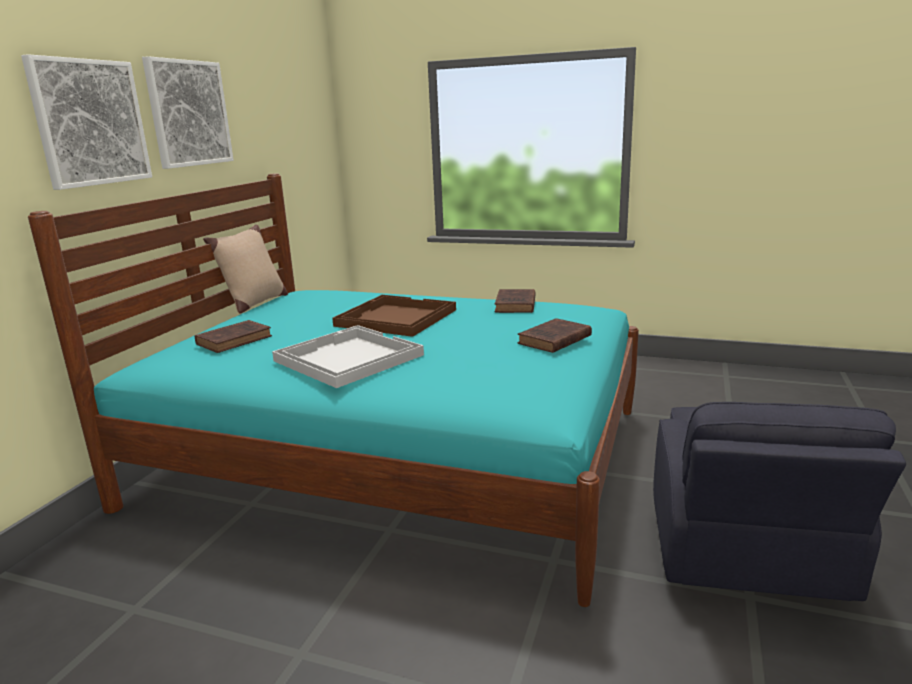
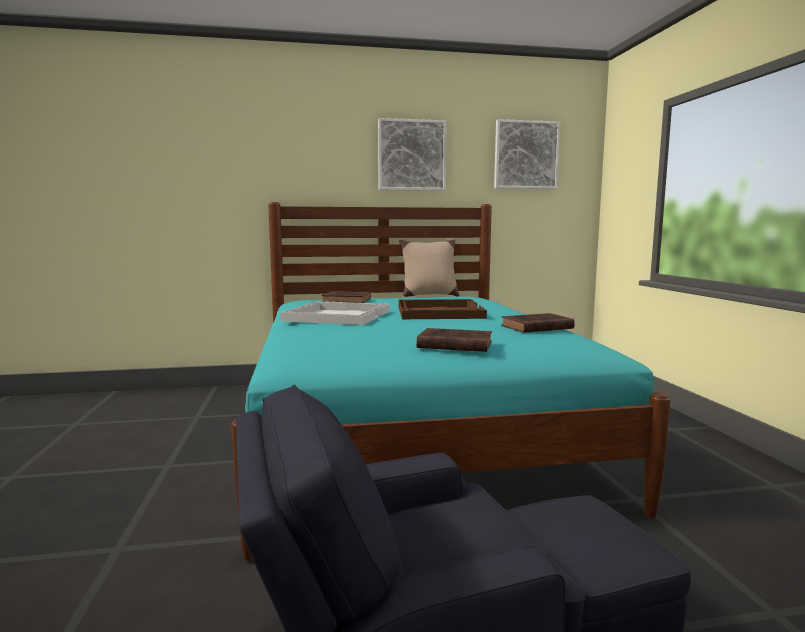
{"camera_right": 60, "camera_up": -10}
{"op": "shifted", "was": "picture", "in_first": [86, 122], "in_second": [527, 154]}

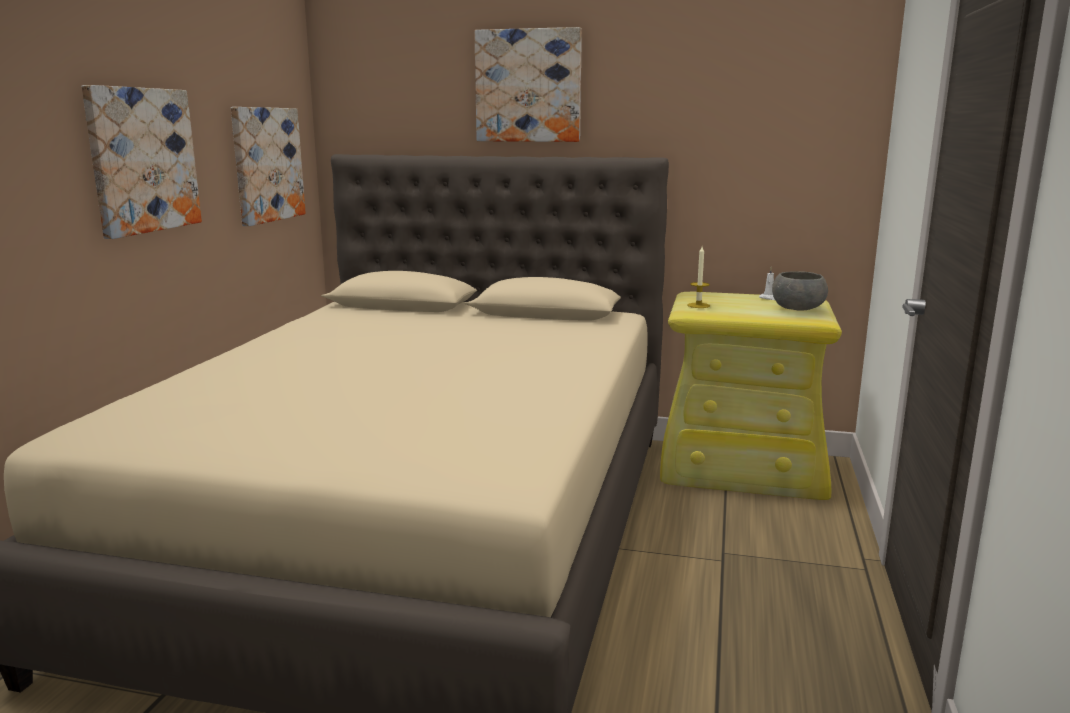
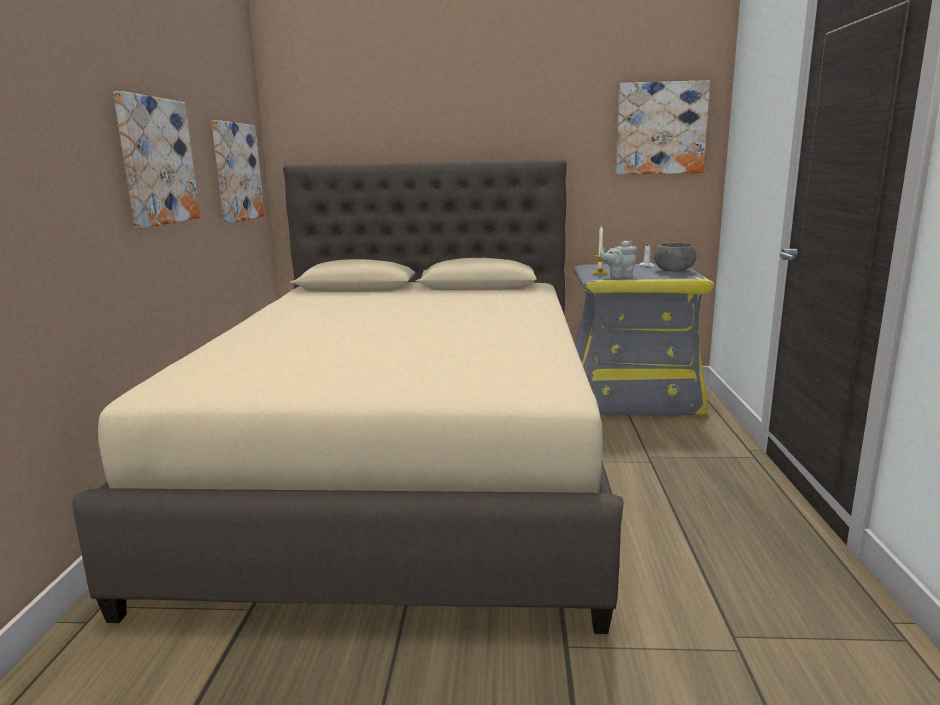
{"camera_right": -10, "camera_up": 0}
{"op": "new", "now": "teapot/grey", "in_second": [618, 259]}
{"op": "shifted", "was": "picture", "in_first": [528, 84], "in_second": [663, 127]}
{"op": "repainted", "was": "nightstand/yellow", "now": "nightstand/grey", "in_first": [751, 396], "in_second": [644, 339]}

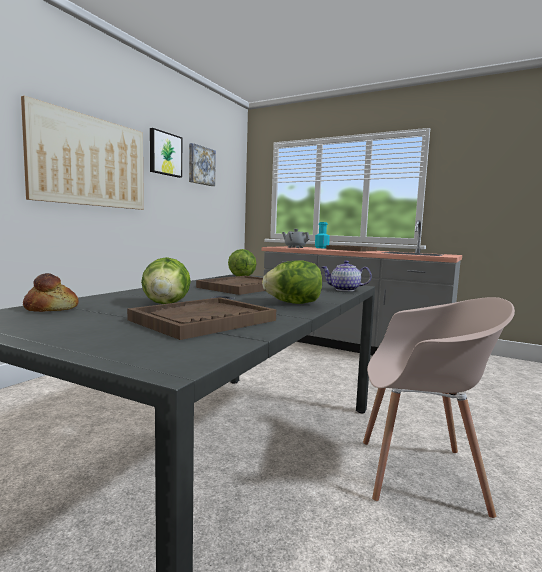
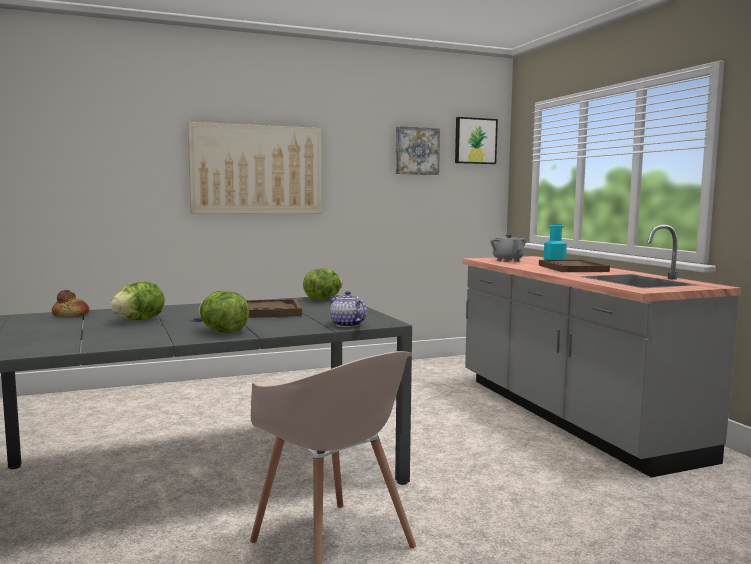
{"camera_right": 40, "camera_up": 0}
{"op": "gone", "was": "tray/brown", "in_first": [201, 318]}
{"op": "shifted", "was": "picture", "in_first": [166, 153], "in_second": [476, 140]}

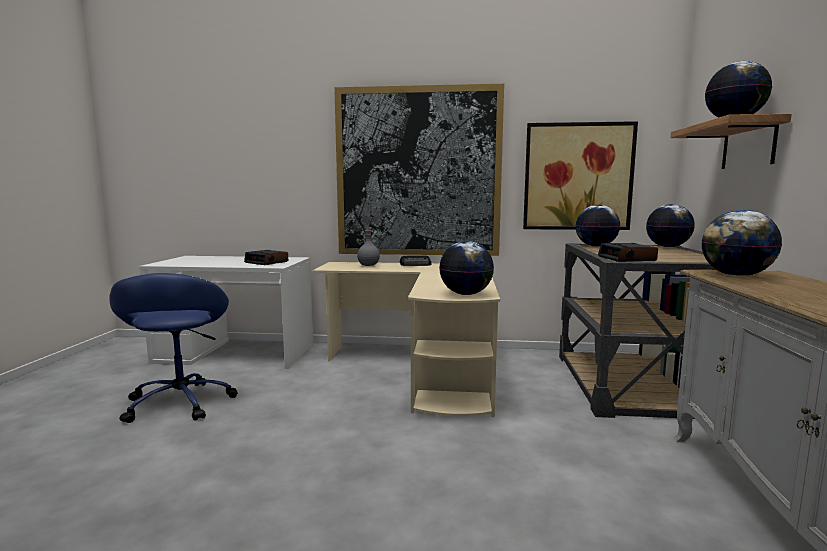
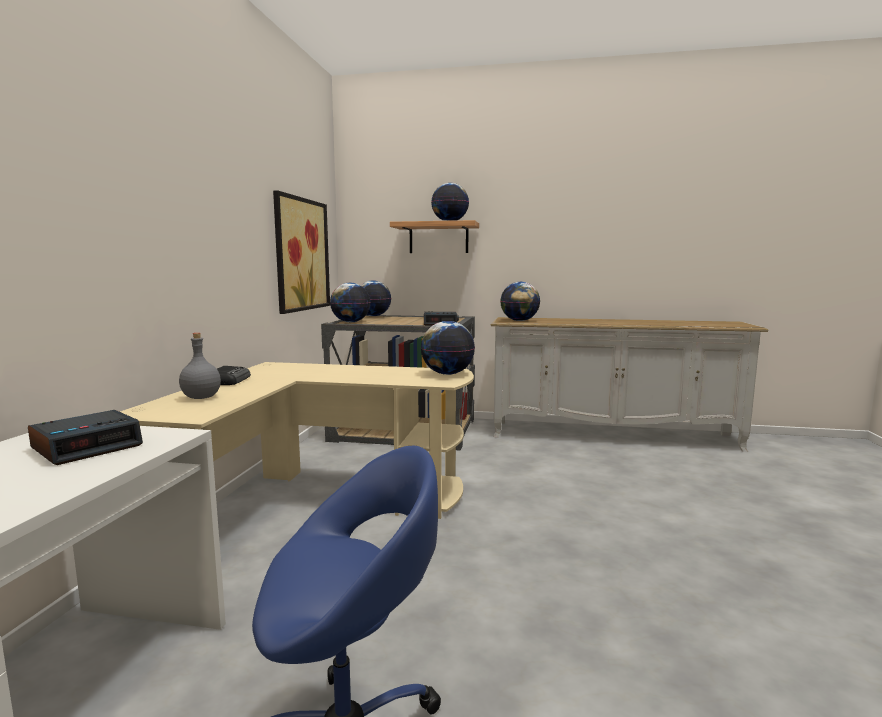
{"camera_right": -85, "camera_up": 0}
{"op": "gone", "was": "picture", "in_first": [419, 170]}

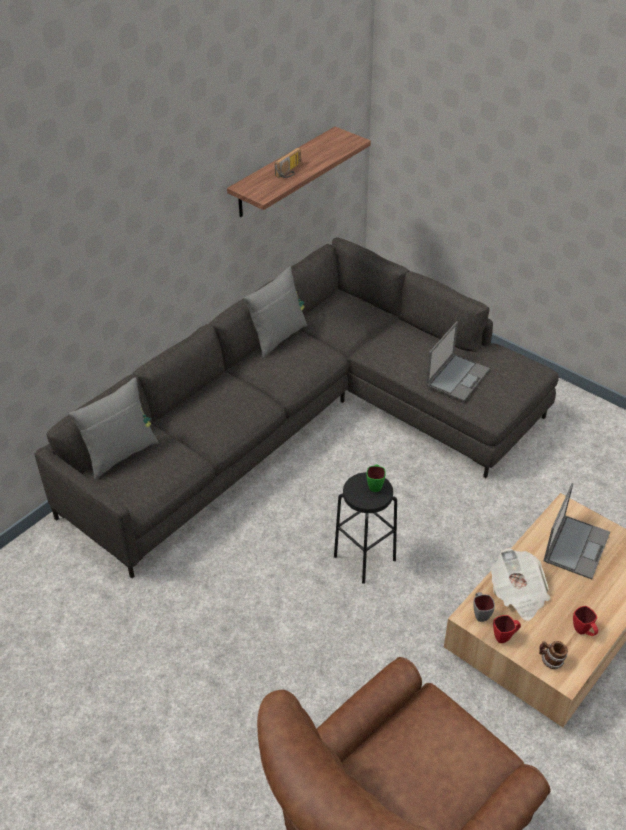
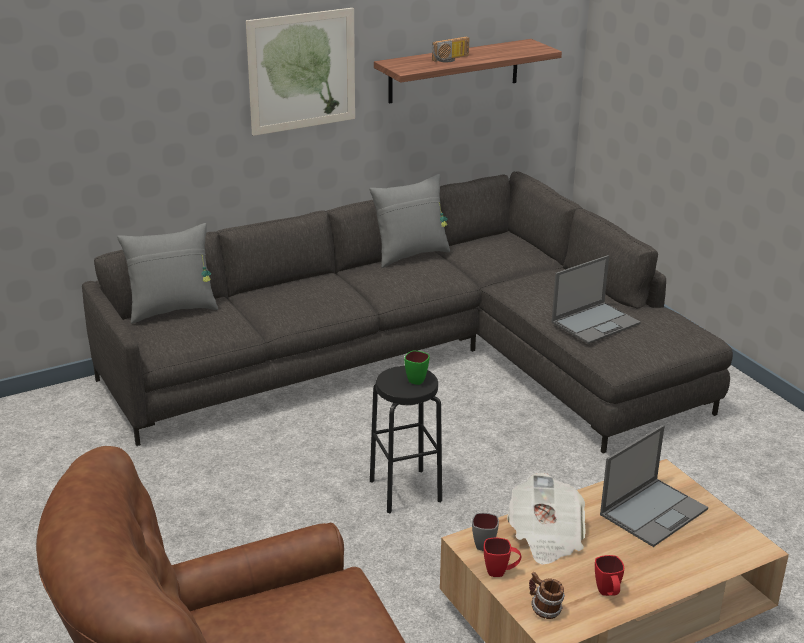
{"camera_right": 20, "camera_up": -15}
{"op": "new", "now": "picture", "in_second": [300, 72]}

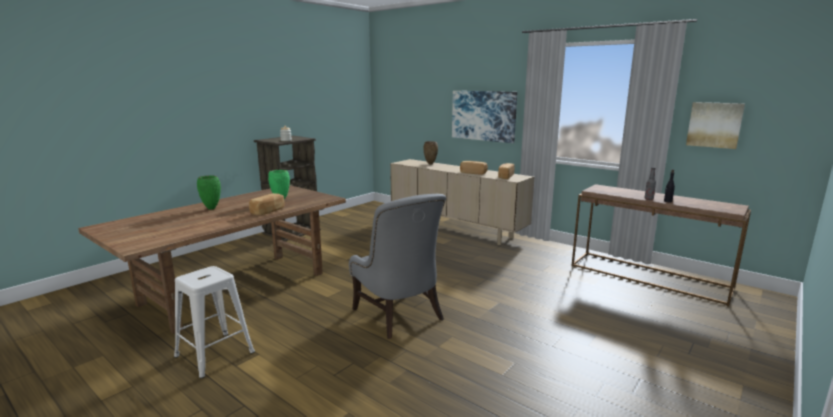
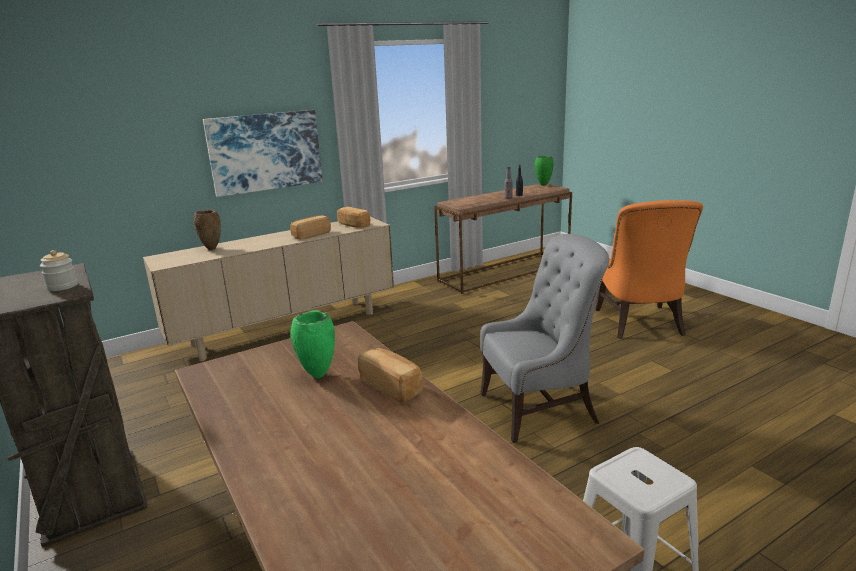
{"camera_right": -70, "camera_up": 5}
{"op": "gone", "was": "picture", "in_first": [715, 125]}
{"op": "new", "now": "chair/orange", "in_second": [649, 269]}
{"op": "shifted", "was": "vase/green", "in_first": [209, 193], "in_second": [544, 171]}

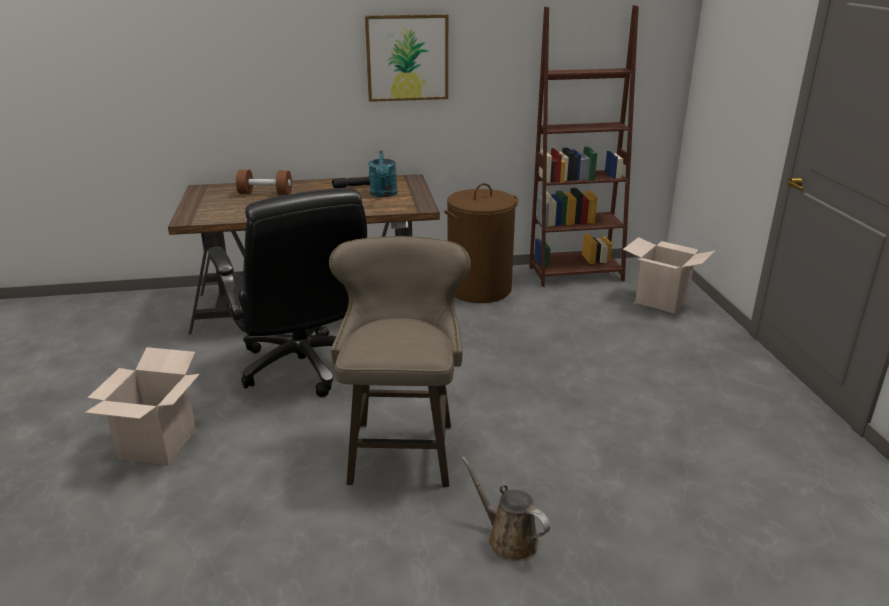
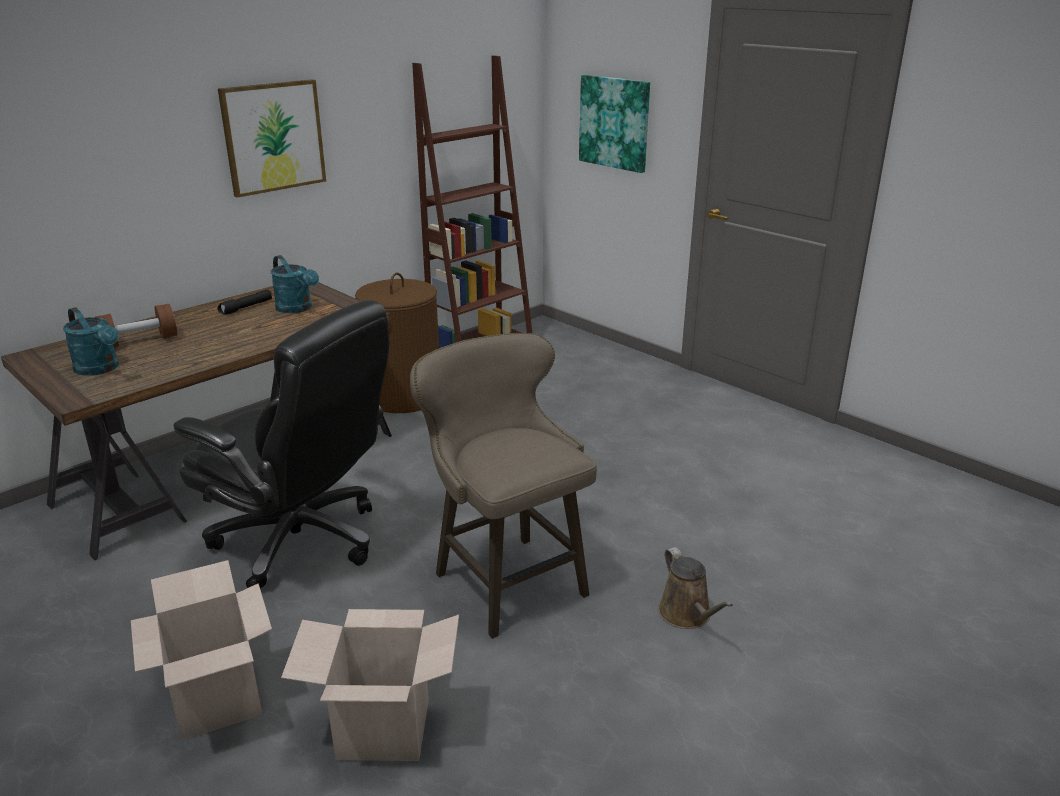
{"camera_right": -35, "camera_up": 0}
{"op": "new", "now": "watering can/turquoise", "in_second": [91, 341]}
{"op": "new", "now": "picture", "in_second": [614, 124]}
{"op": "shifted", "was": "cardboard box", "in_first": [669, 275], "in_second": [370, 685]}
{"op": "rotated", "was": "watering can/brown", "in_first": [505, 508], "in_second": [695, 588], "clockwise": -120}

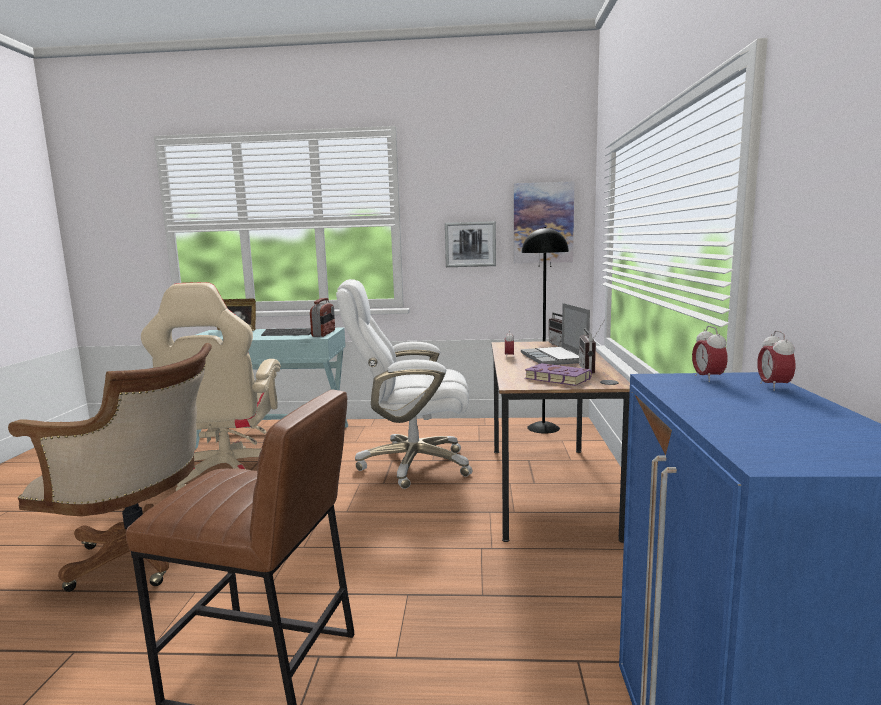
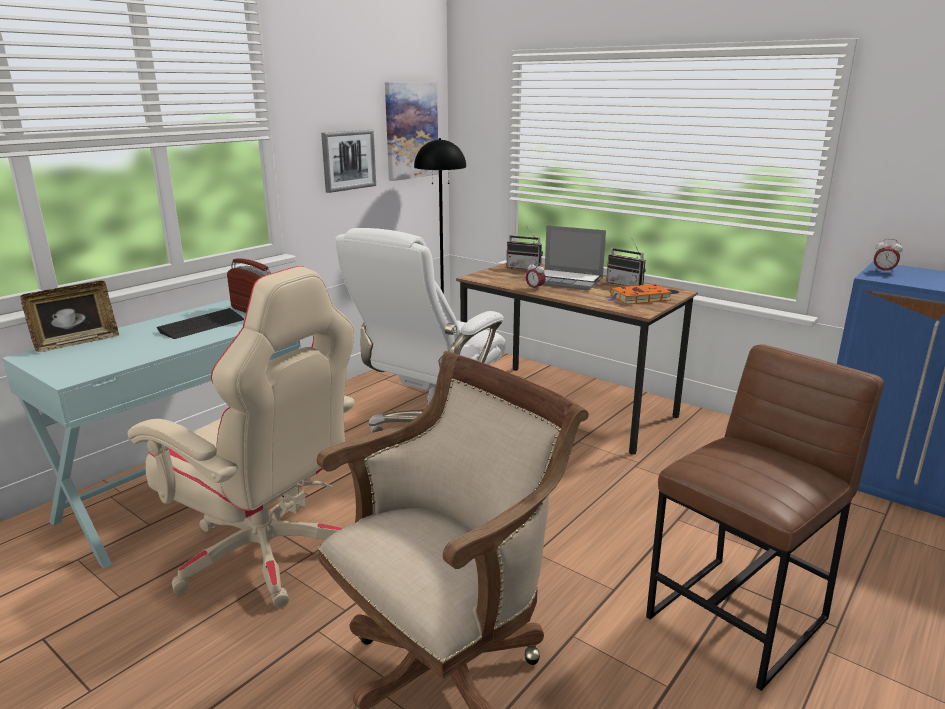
{"camera_right": -55, "camera_up": 10}
{"op": "gone", "was": "alarm clock", "in_first": [776, 360]}
{"op": "repainted", "was": "book/purple", "now": "book/orange", "in_first": [558, 374], "in_second": [640, 294]}

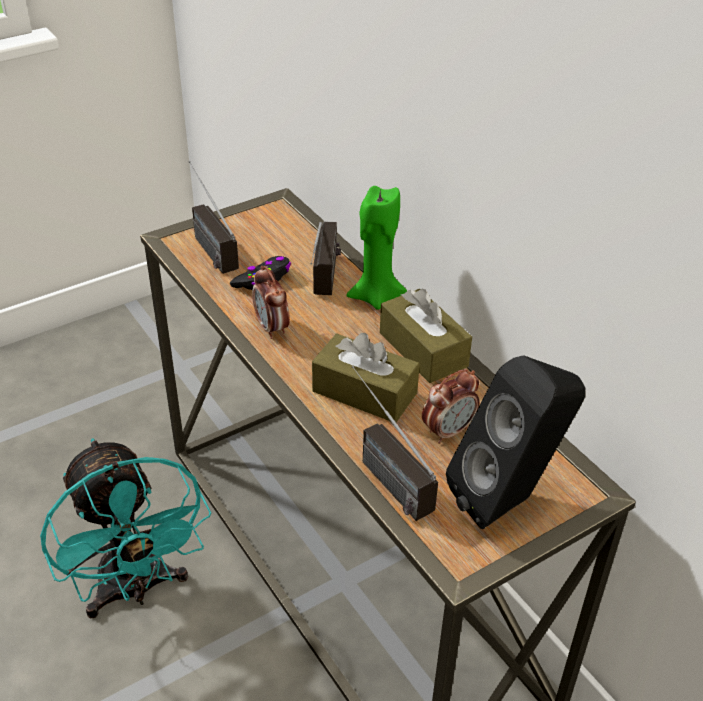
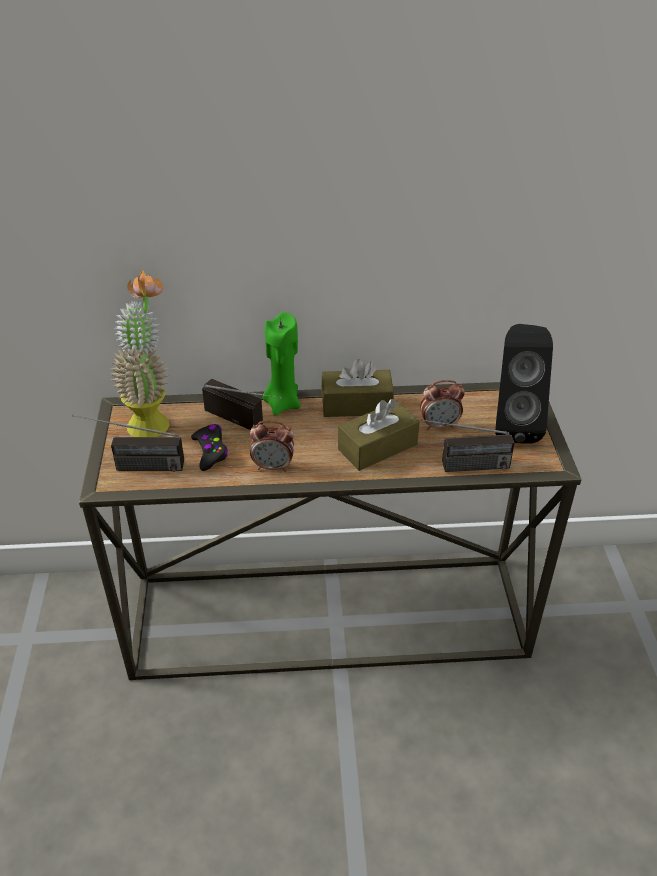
{"camera_right": -60, "camera_up": 0}
{"op": "gone", "was": "fan/turquoise", "in_first": [125, 528]}
{"op": "new", "now": "potted plant", "in_second": [140, 353]}
{"op": "rotated", "was": "alarm clock", "in_first": [450, 406], "in_second": [442, 405], "clockwise": 90}

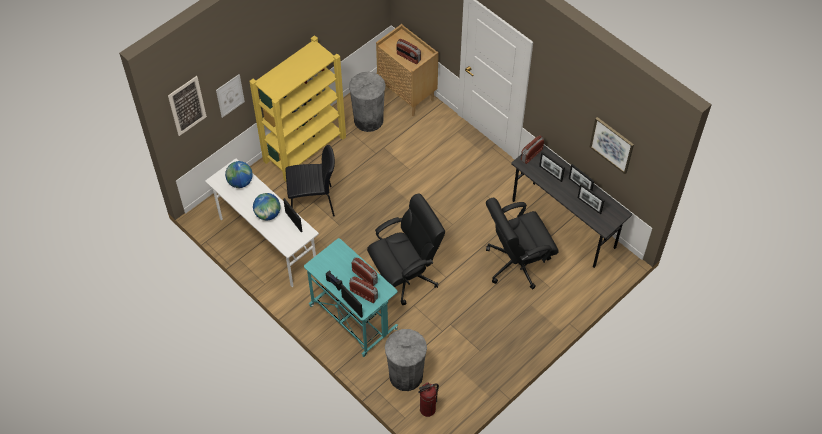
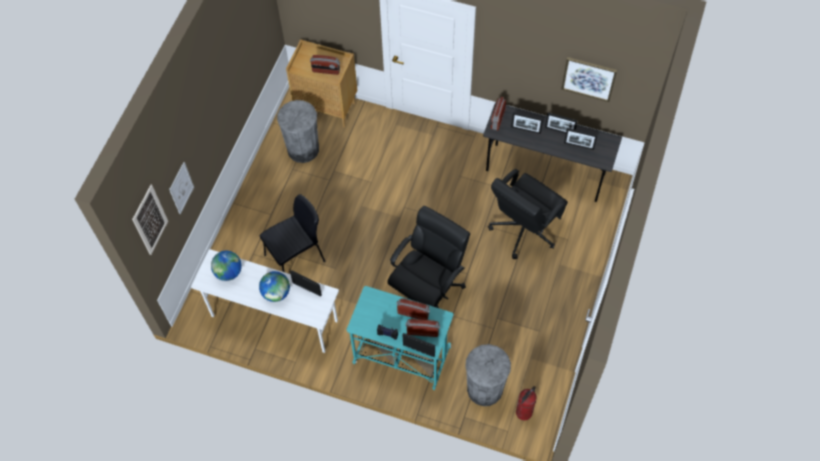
{"camera_right": -25, "camera_up": 5}
{"op": "gone", "was": "bookcase/yellow", "in_first": [297, 108]}

